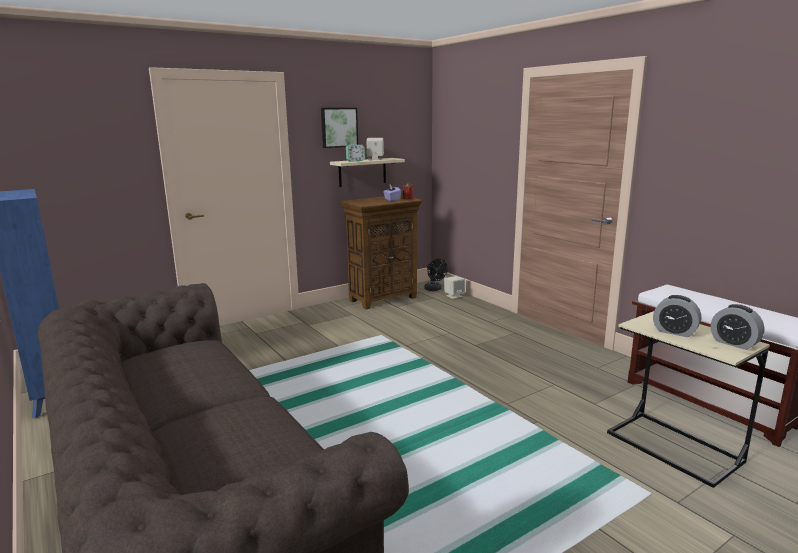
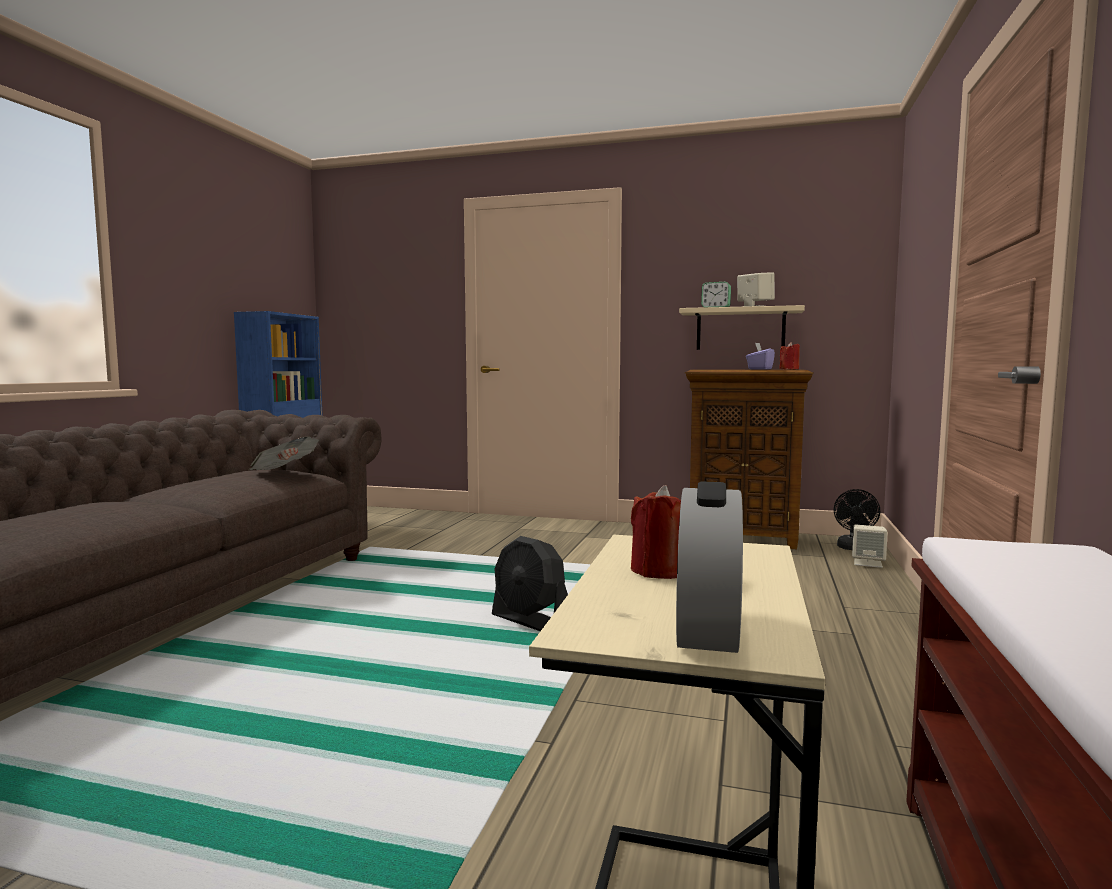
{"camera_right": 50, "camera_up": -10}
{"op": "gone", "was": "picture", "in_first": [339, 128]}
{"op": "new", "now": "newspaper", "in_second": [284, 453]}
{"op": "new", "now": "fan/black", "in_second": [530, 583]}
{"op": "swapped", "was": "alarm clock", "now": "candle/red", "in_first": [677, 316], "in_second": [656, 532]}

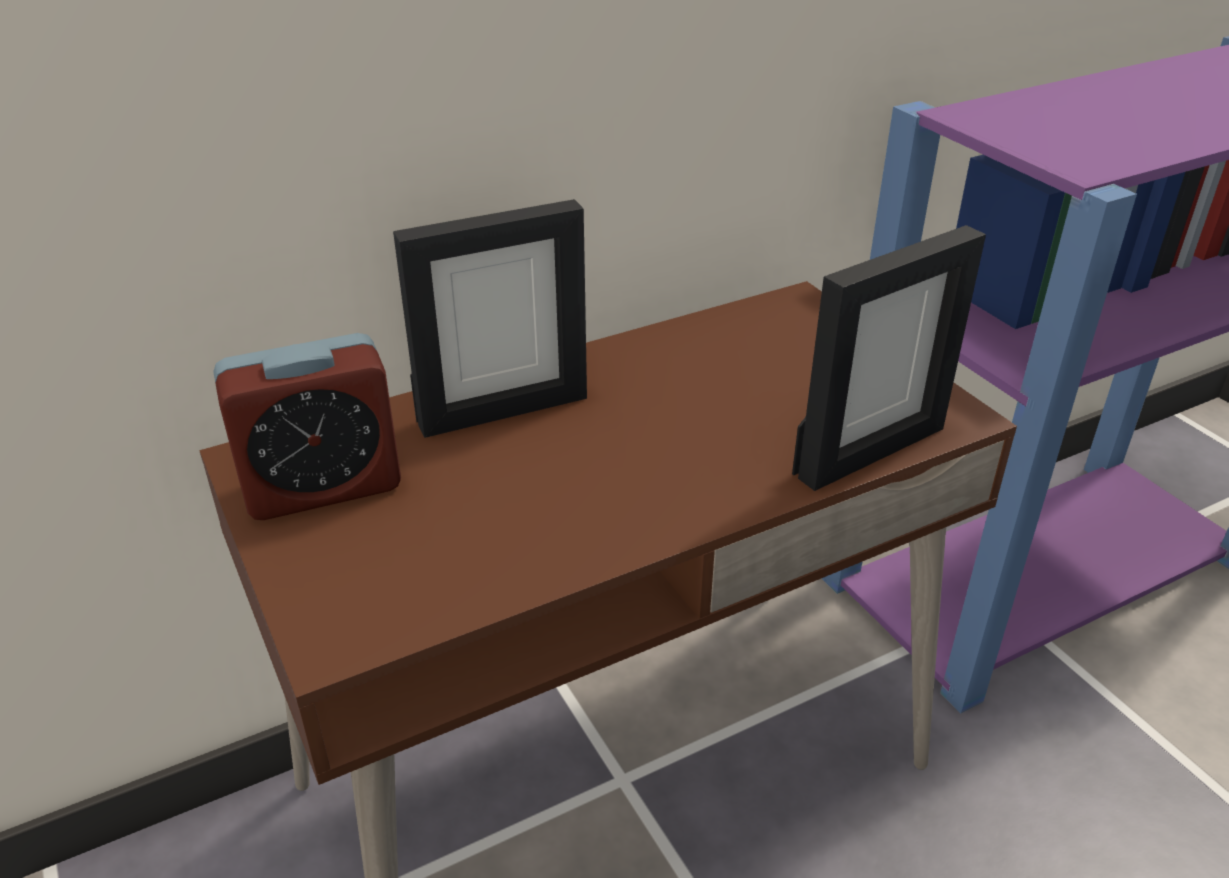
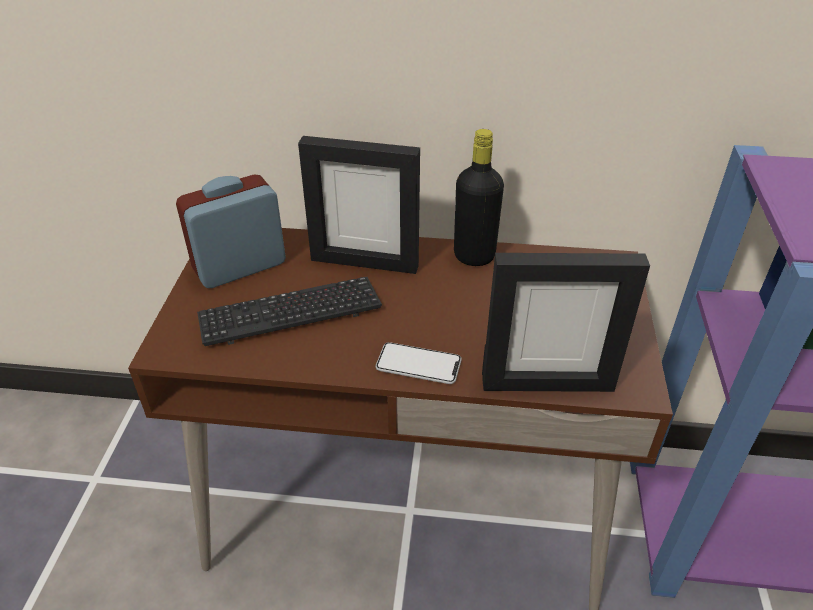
{"camera_right": 35, "camera_up": 5}
{"op": "new", "now": "keyboard", "in_second": [289, 311]}
{"op": "new", "now": "phone", "in_second": [418, 363]}
{"op": "new", "now": "bottle/black", "in_second": [479, 197]}
{"op": "rotated", "was": "alarm clock", "in_first": [307, 426], "in_second": [231, 231], "clockwise": 135}

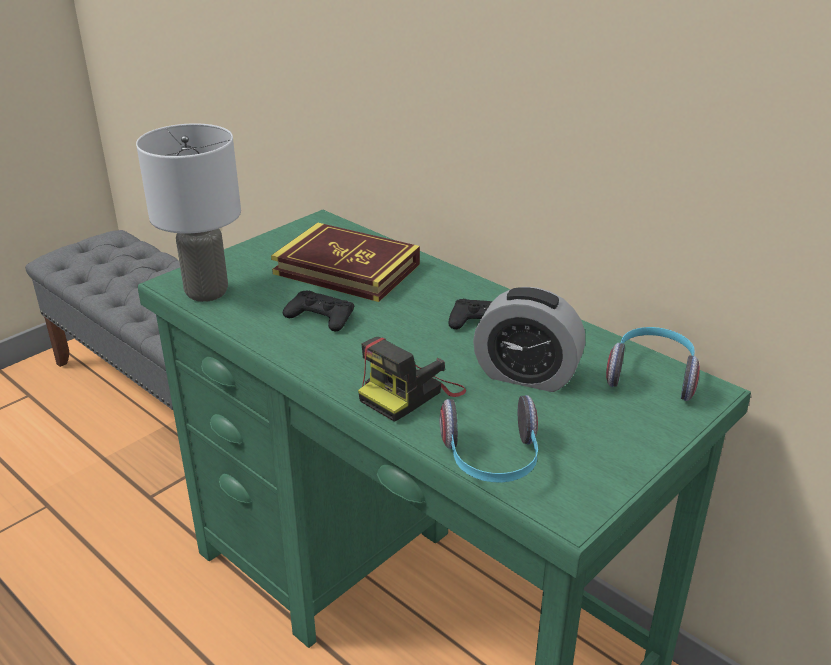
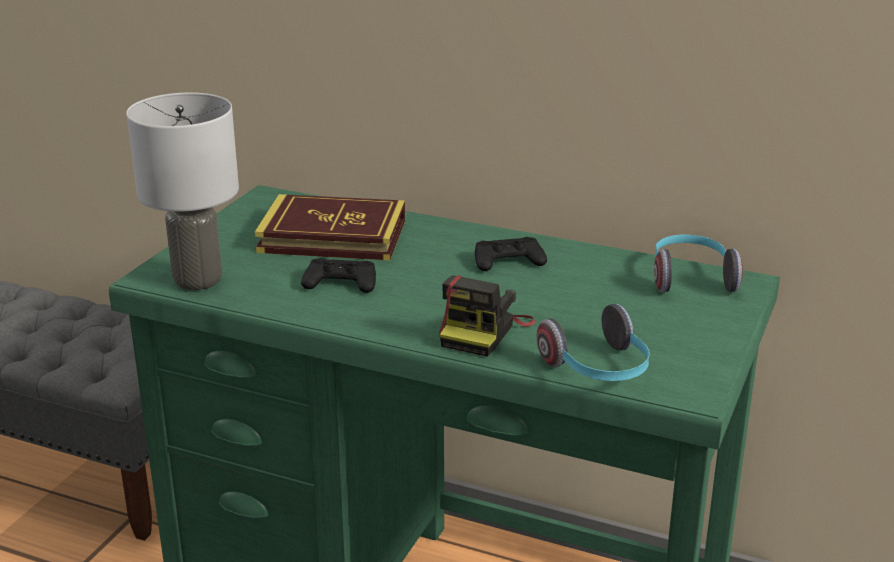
{"camera_right": -20, "camera_up": -5}
{"op": "gone", "was": "alarm clock", "in_first": [529, 339]}

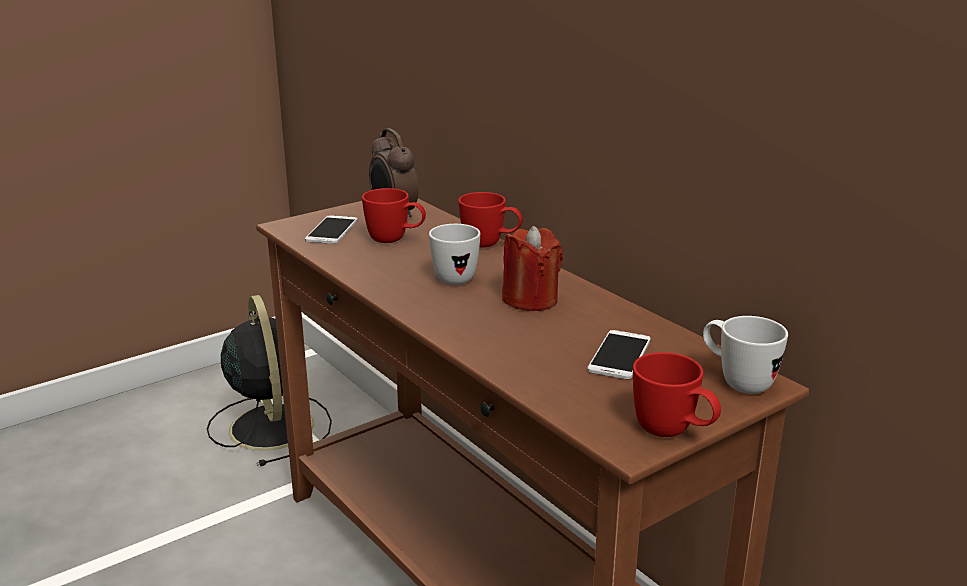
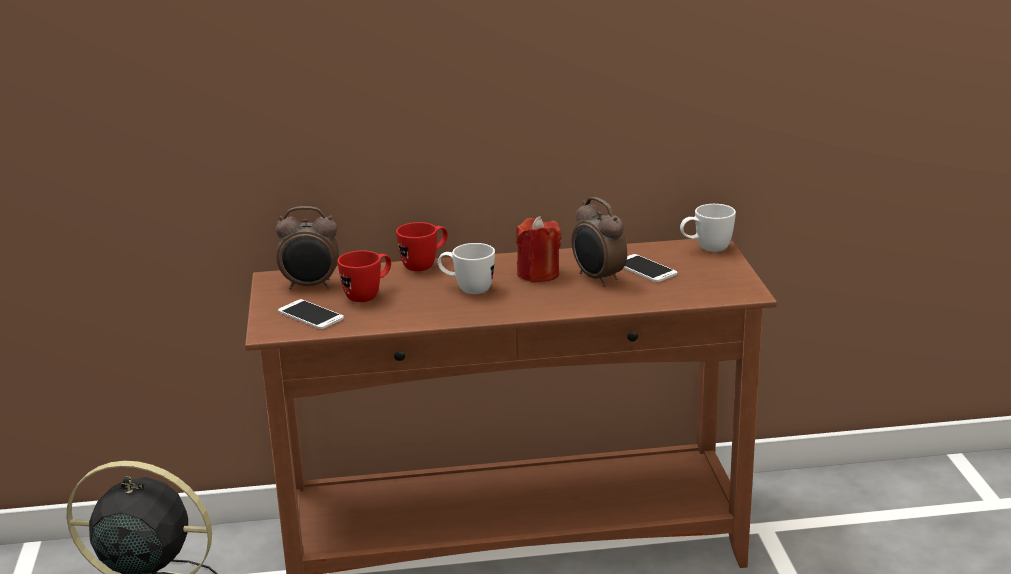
{"camera_right": -60, "camera_up": 0}
{"op": "gone", "was": "mug/red", "in_first": [677, 394]}
{"op": "new", "now": "alarm clock", "in_second": [599, 242]}

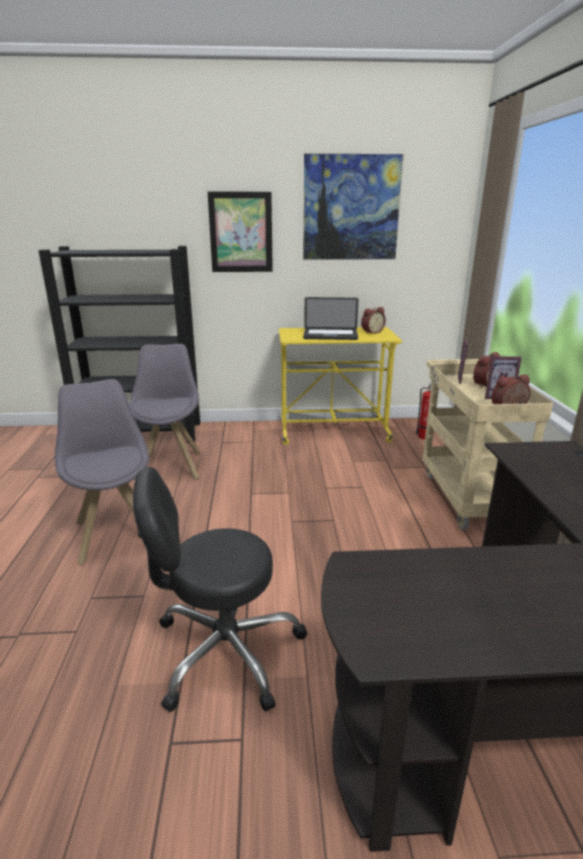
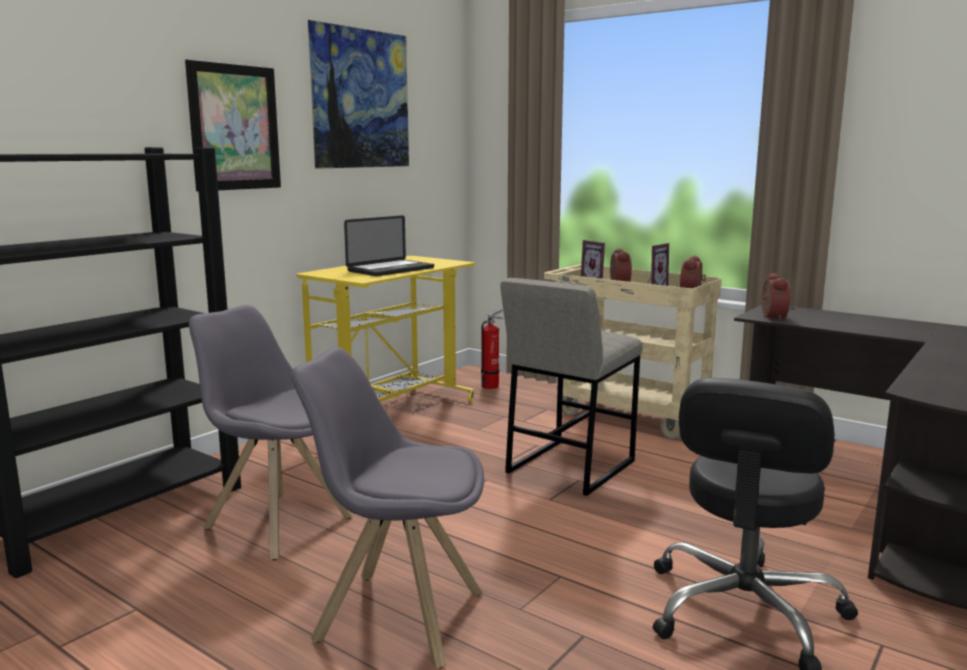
{"camera_right": -50, "camera_up": -10}
{"op": "new", "now": "chair/grey", "in_second": [571, 387]}
{"op": "shifted", "was": "alarm clock", "in_first": [373, 320], "in_second": [776, 297]}

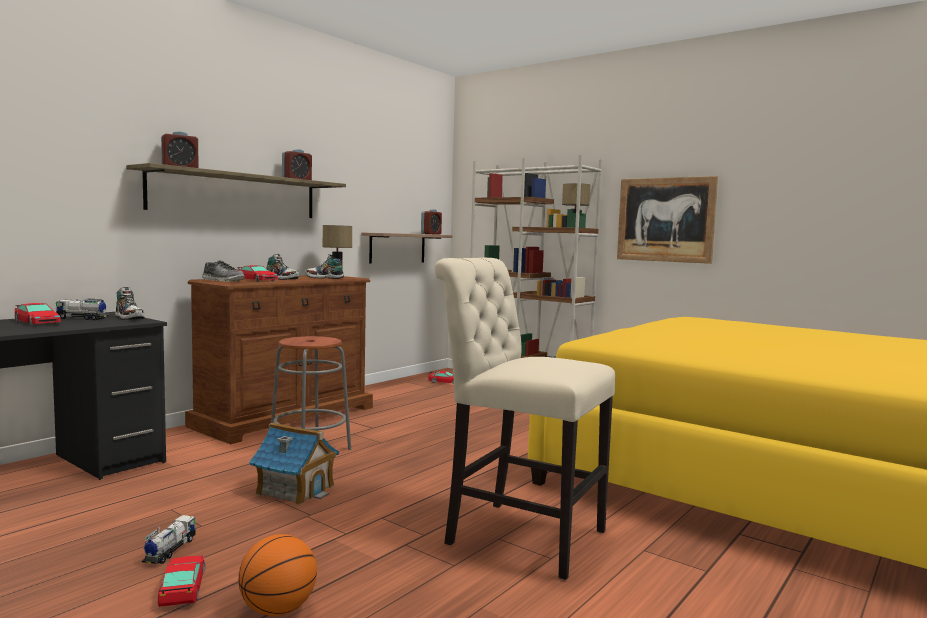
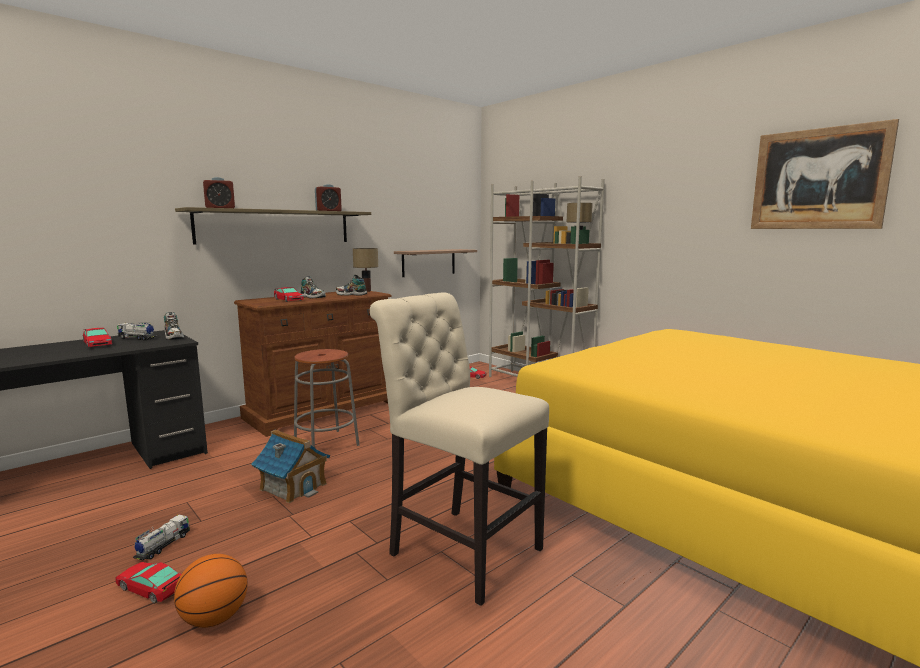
{"camera_right": 10, "camera_up": 5}
{"op": "gone", "was": "shoe", "in_first": [223, 271]}
{"op": "gone", "was": "alarm clock", "in_first": [431, 222]}
{"op": "shifted", "was": "picture", "in_first": [667, 220], "in_second": [825, 174]}
{"op": "rotated", "was": "toy car", "in_first": [181, 581], "in_second": [148, 582], "clockwise": -60}

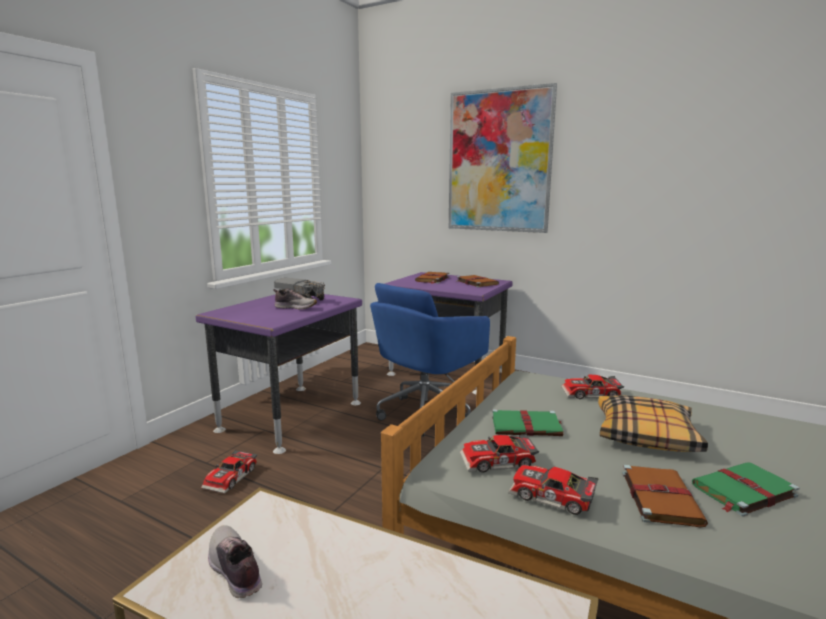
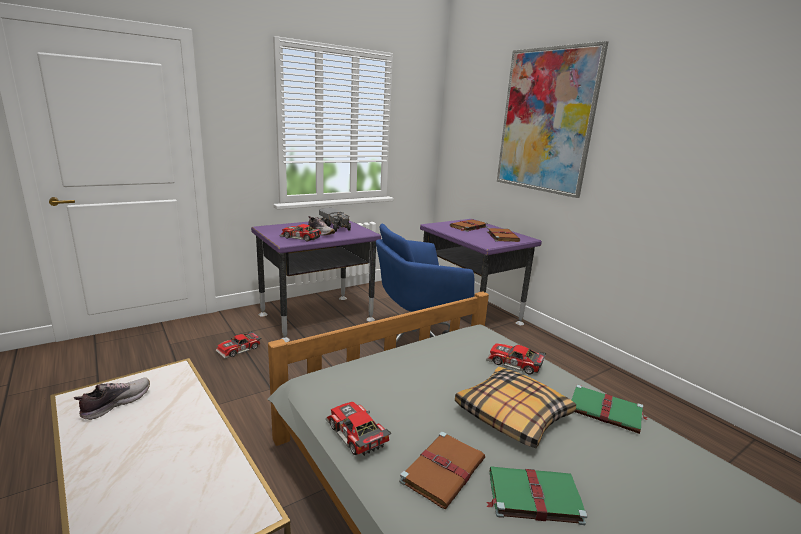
{"camera_right": 25, "camera_up": 5}
{"op": "shifted", "was": "toy car", "in_first": [499, 453], "in_second": [301, 233]}
{"op": "shifted", "was": "book/green", "in_first": [527, 422], "in_second": [610, 409]}
{"op": "rotated", "was": "shoe", "in_first": [235, 561], "in_second": [112, 399], "clockwise": 45}

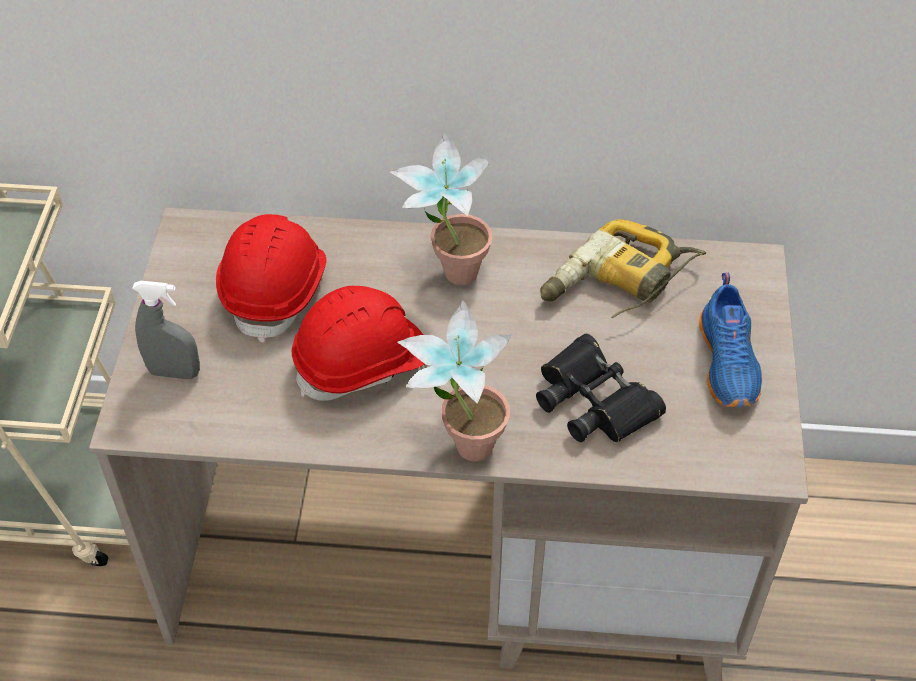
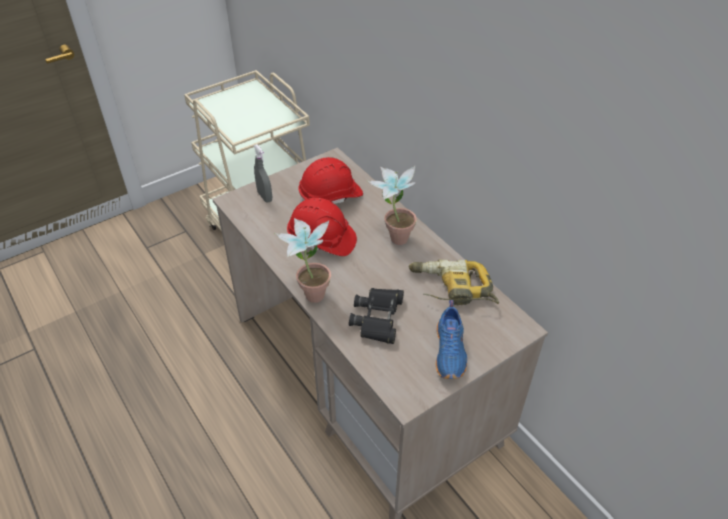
{"camera_right": 50, "camera_up": -5}
{"op": "rotated", "was": "shoe/blue", "in_first": [730, 340], "in_second": [451, 339], "clockwise": -45}

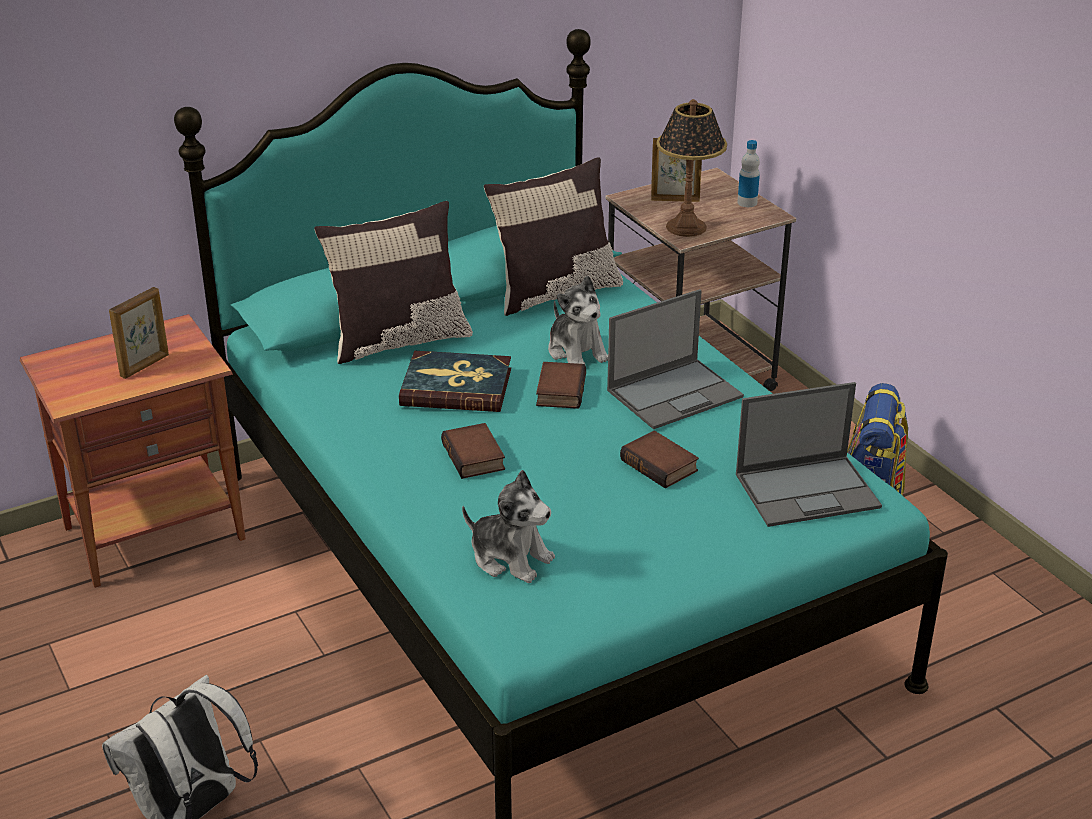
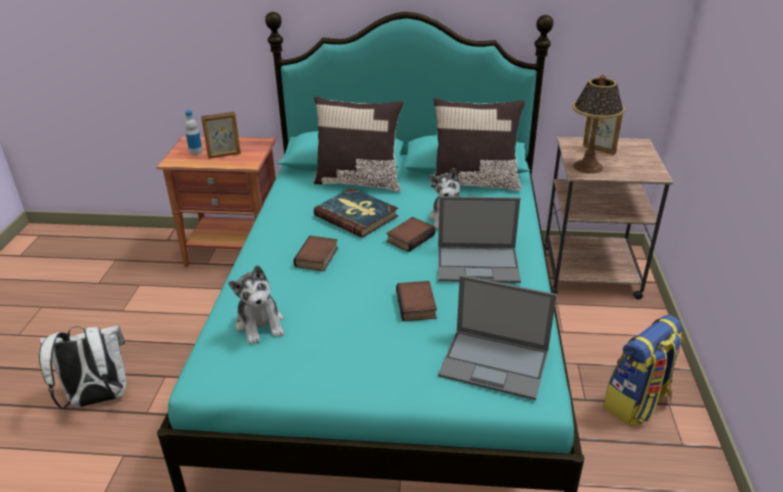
{"camera_right": 35, "camera_up": 0}
{"op": "shifted", "was": "bottle", "in_first": [748, 173], "in_second": [194, 132]}

